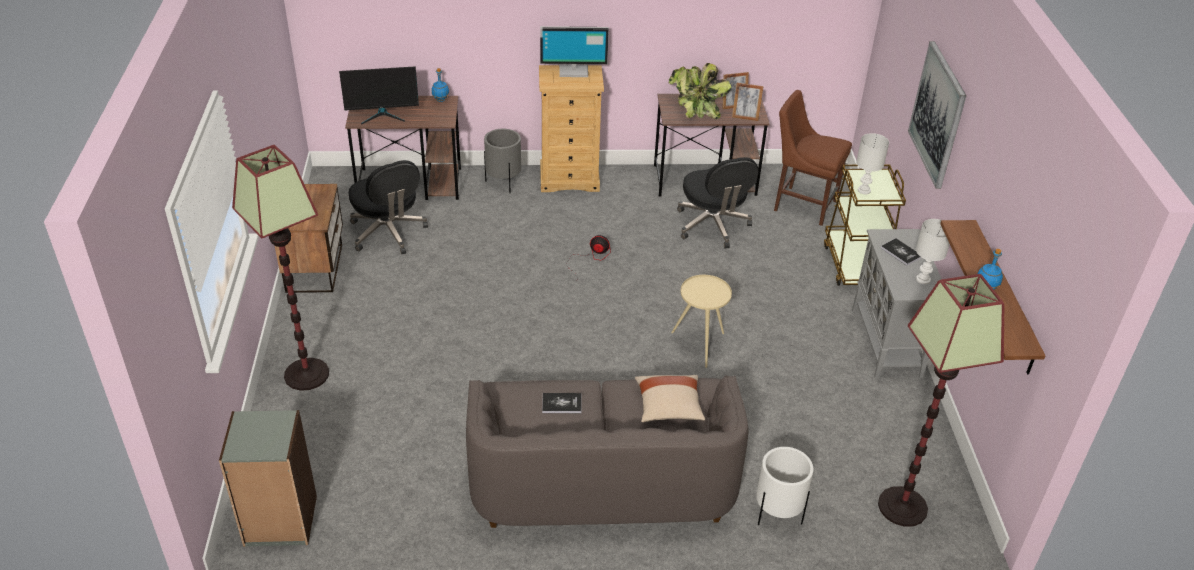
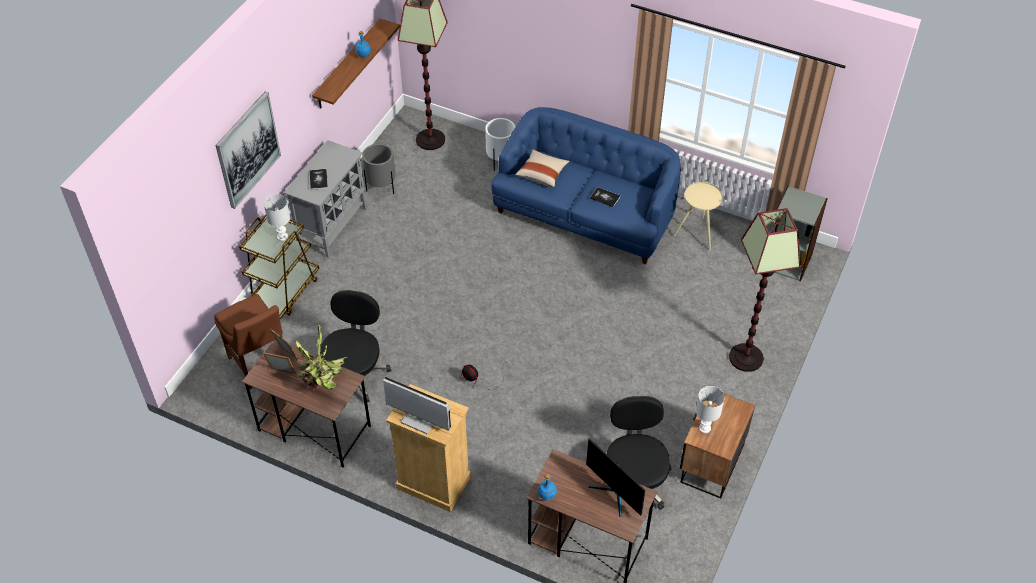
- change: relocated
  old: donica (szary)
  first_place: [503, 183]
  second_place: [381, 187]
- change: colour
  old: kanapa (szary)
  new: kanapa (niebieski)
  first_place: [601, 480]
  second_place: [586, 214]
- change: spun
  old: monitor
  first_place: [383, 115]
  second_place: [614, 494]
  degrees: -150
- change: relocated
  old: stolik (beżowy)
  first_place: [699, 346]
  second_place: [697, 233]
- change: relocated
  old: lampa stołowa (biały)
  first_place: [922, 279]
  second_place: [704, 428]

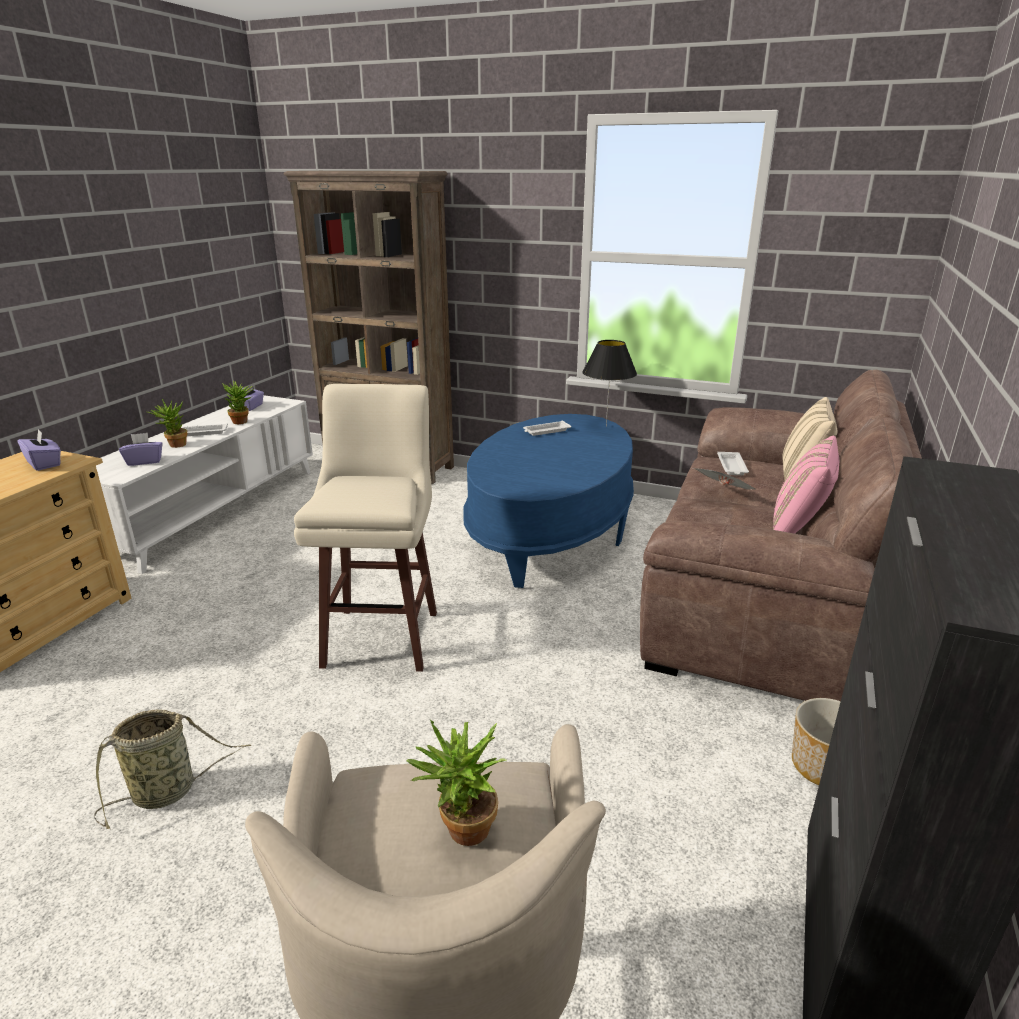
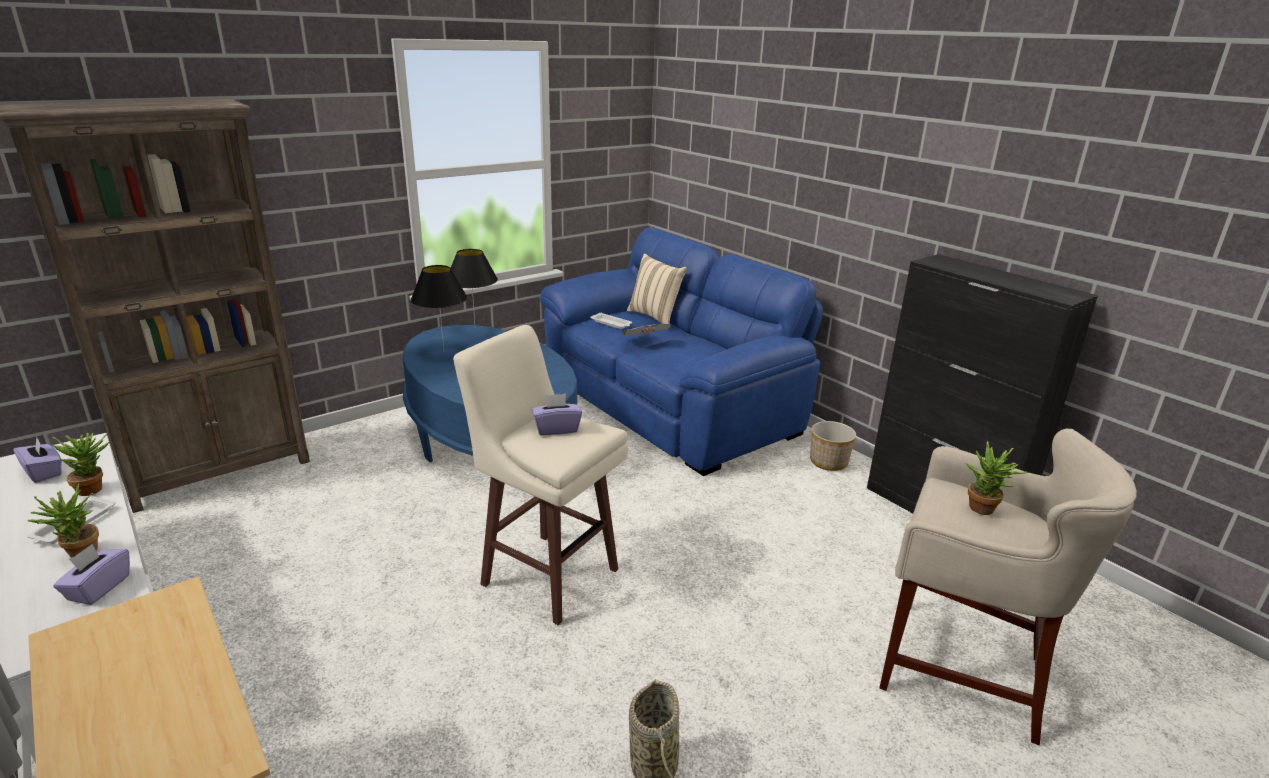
- change: exchanged
  old: taca (biały)
  new: lampa stołowa (czarny)
  first_place: [546, 431]
  second_place: [444, 351]
- change: relocated
  old: pudełko chusteczek (fioletowy)
  first_place: [44, 463]
  second_place: [556, 429]
- change: colour
  old: kanapa (brązowy)
  new: kanapa (niebieski)
  first_place: [765, 594]
  second_place: [671, 403]
- change: missing
  old: poduszka (różowy)
  first_place: [797, 532]

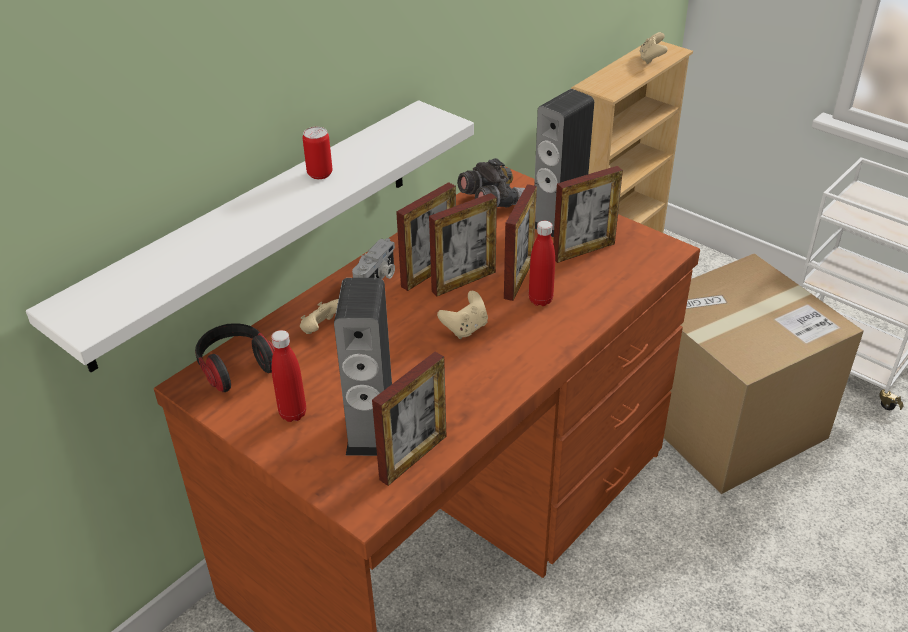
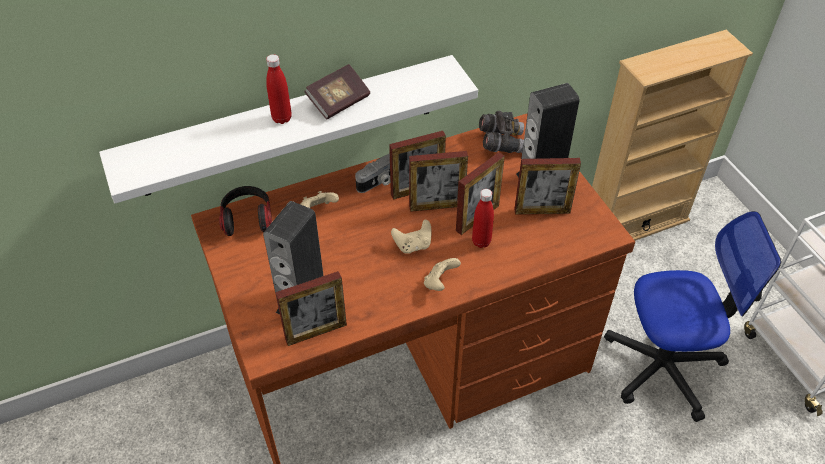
- change: relocated
  old: butelka (czerwony)
  first_place: [293, 414]
  second_place: [282, 118]
- change: exchanged
  old: puszka
  new: książka
  first_place: [320, 174]
  second_place: [338, 102]
- change: relocated
  old: pad do gier (beżowy)
  first_place: [651, 59]
  second_place: [440, 282]
- change: exchanged
  old: karton
  new: krzesło biurowe
  first_place: [726, 420]
  second_place: [663, 366]

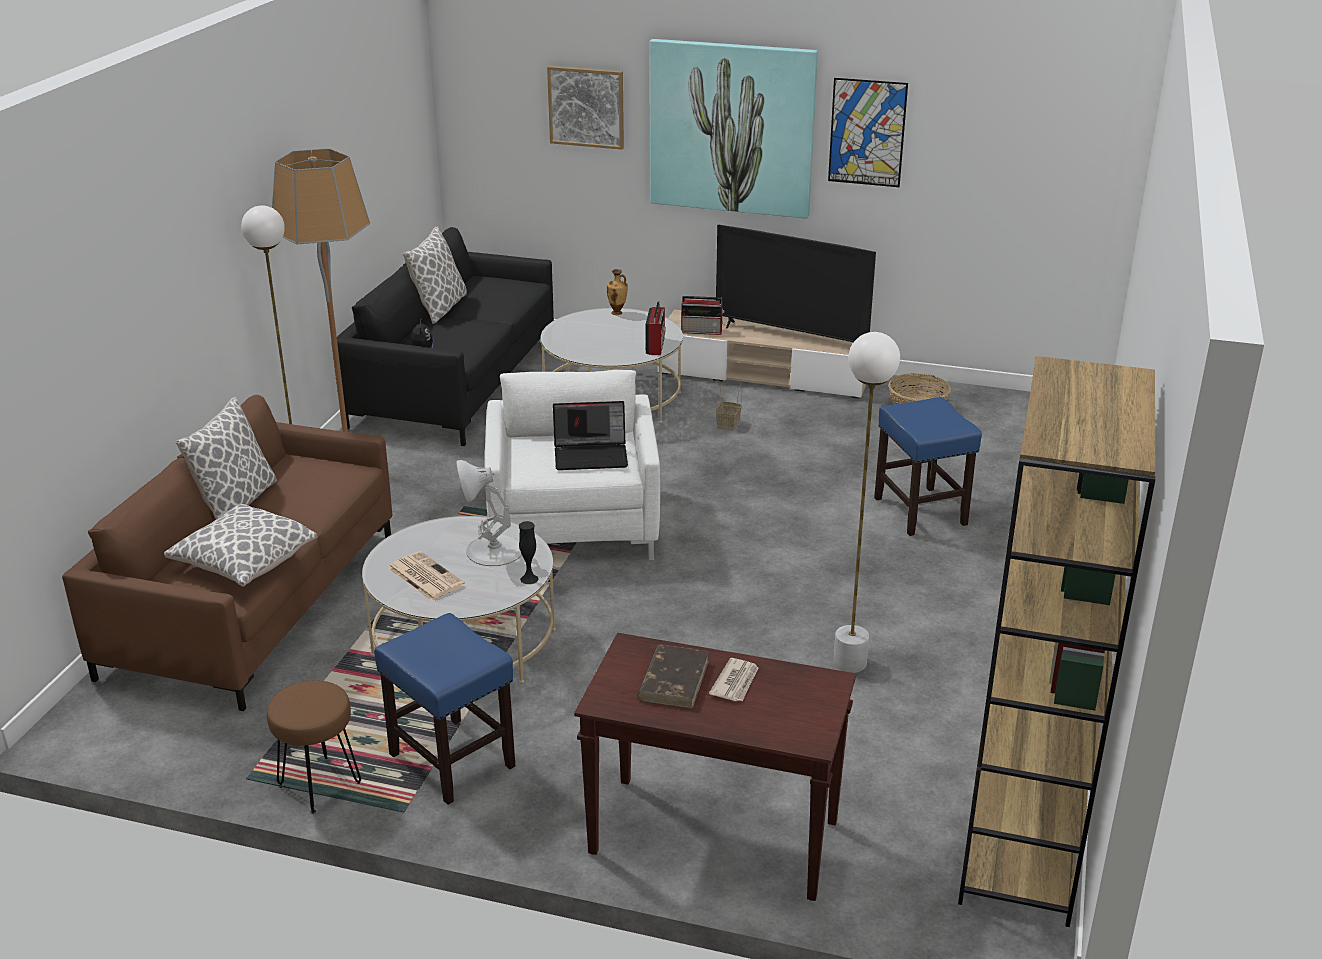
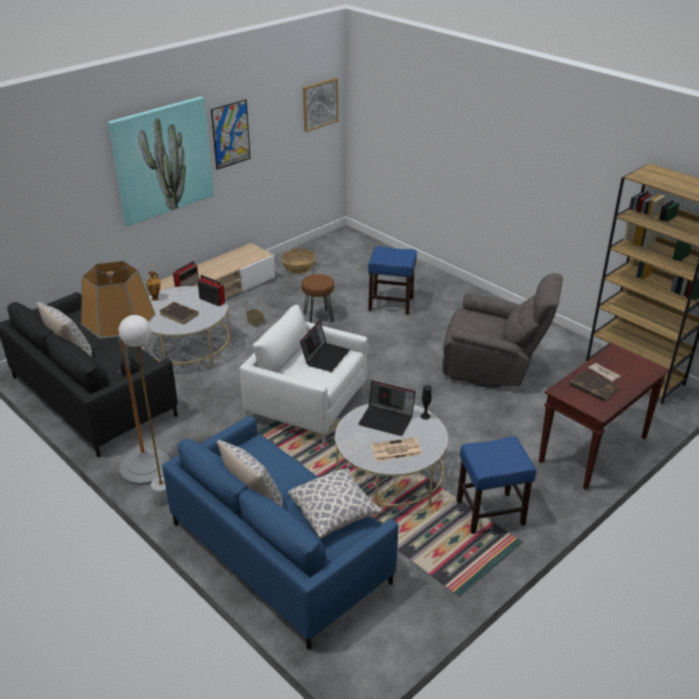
- change: appeared
  new: książka (brązowy)
  second_place: [179, 314]
- change: colour
  old: kanapa (brązowy)
  new: kanapa (niebieski)
  first_place: [254, 603]
  second_place: [279, 551]
- change: relocated
  old: stołek (brązowy)
  first_place: [318, 785]
  second_place: [318, 317]
- change: relocated
  old: obraz
  first_place: [586, 107]
  second_place: [320, 104]
- change: exchanged
  old: lampa stołowa (biały)
  new: laptop
  first_place: [493, 550]
  second_place: [387, 419]
- change: exchanged
  old: lampa stojąca (biały)
  new: fotel (szary)
  first_place: [849, 663]
  second_place: [494, 368]
- change: missing
  old: telewizor
  first_place: [791, 337]

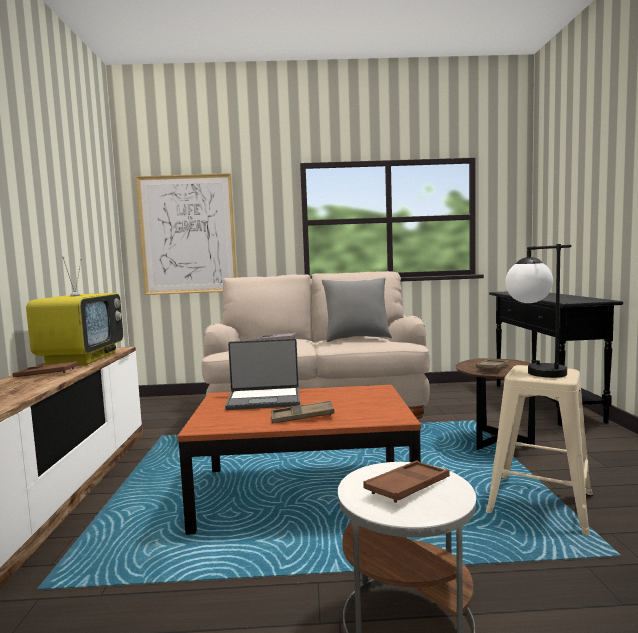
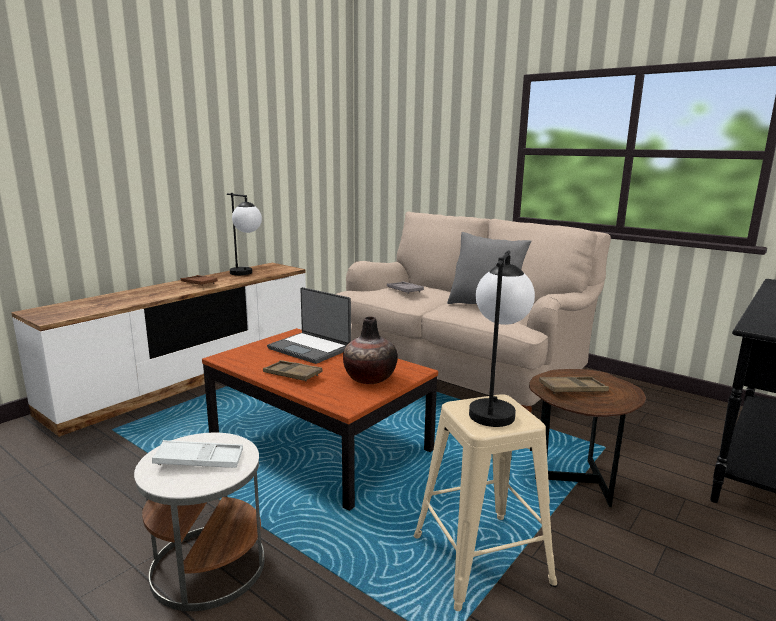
- change: colour
  old: taca (brązowy)
  new: taca (biały)
  first_place: [408, 487]
  second_place: [199, 460]
- change: exchanged
  old: telewizor
  new: lampa stołowa
  first_place: [82, 359]
  second_place: [246, 274]
- change: appeared
  new: wazon
  second_place: [369, 378]
- change: missing
  old: obraz
  first_place: [188, 235]

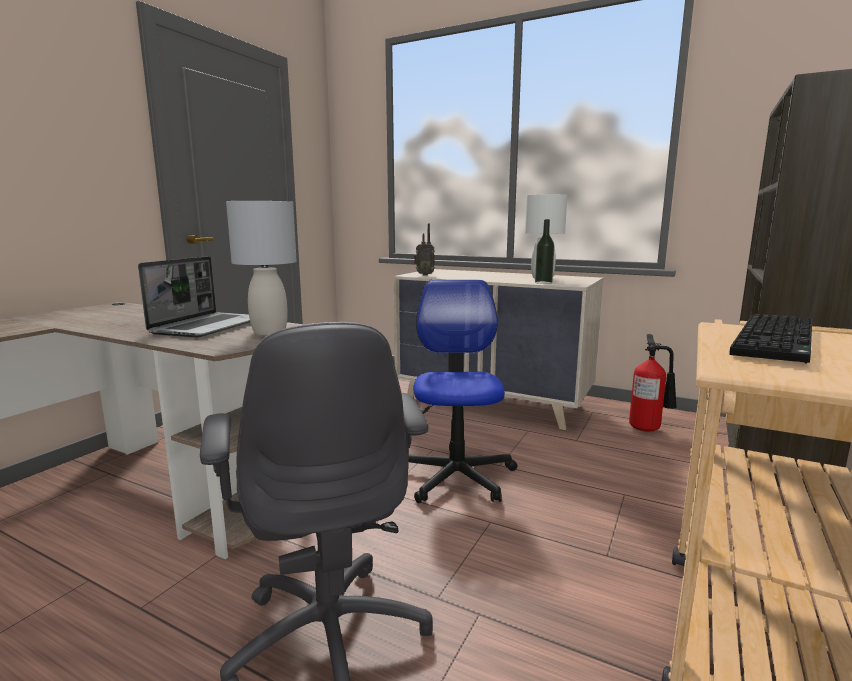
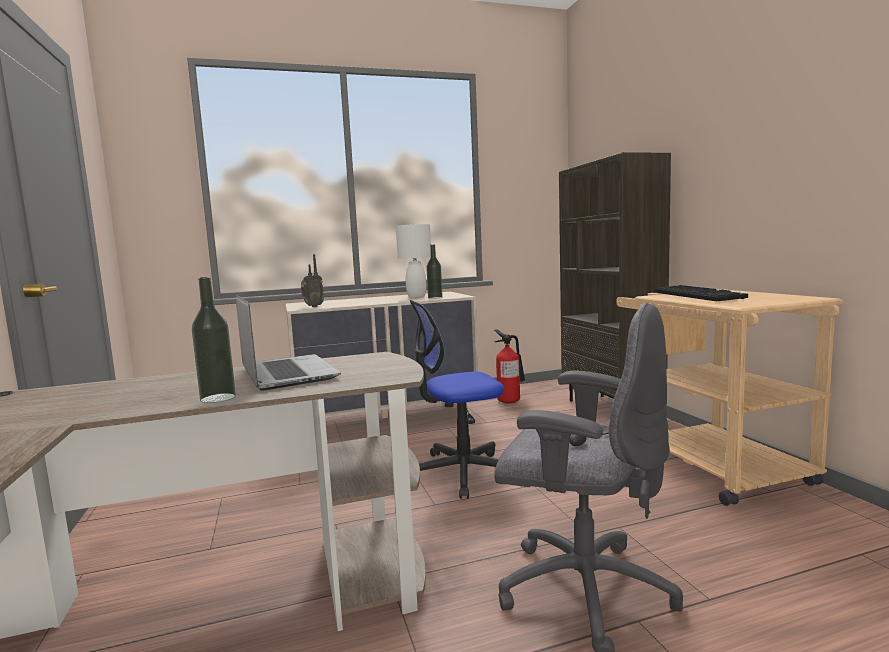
- change: appeared
  new: butelka
  second_place: [218, 398]
- change: spun
  old: krzesło biurowe
  first_place: [456, 476]
  second_place: [461, 472]
  degrees: -60
- change: missing
  old: lampa stołowa (szary)
  first_place: [269, 332]

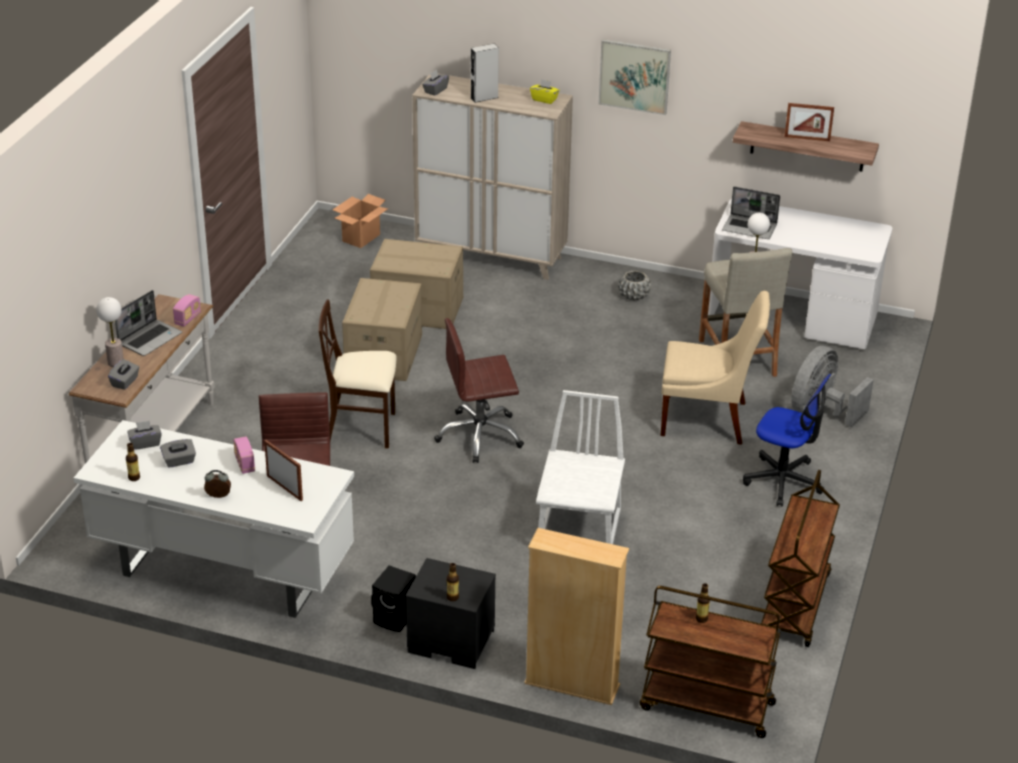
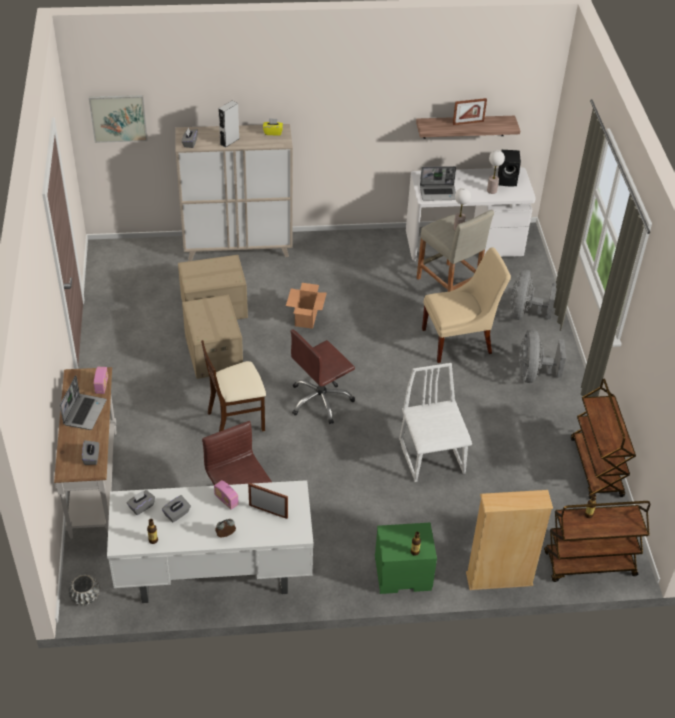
- change: relocated
  old: donica (szary)
  first_place: [633, 295]
  second_place: [85, 596]
- change: relocated
  old: obraz
  first_place: [634, 76]
  second_place: [118, 118]
- change: relocated
  old: karton
  first_place: [361, 238]
  second_place: [306, 319]
- change: colour
  old: szafka nocna (czarny)
  new: szafka nocna (zielony)
  first_place: [449, 642]
  second_place: [402, 575]
- change: relocated
  old: lampa stołowa
  first_place: [115, 362]
  second_place: [491, 190]
- change: relocated
  old: głośnik (czarny)
  first_place: [395, 618]
  second_place: [508, 180]
- change: exchanged
  old: krzesło biurowe
  new: wentylator (szary)
  first_place: [783, 480]
  second_place: [533, 374]

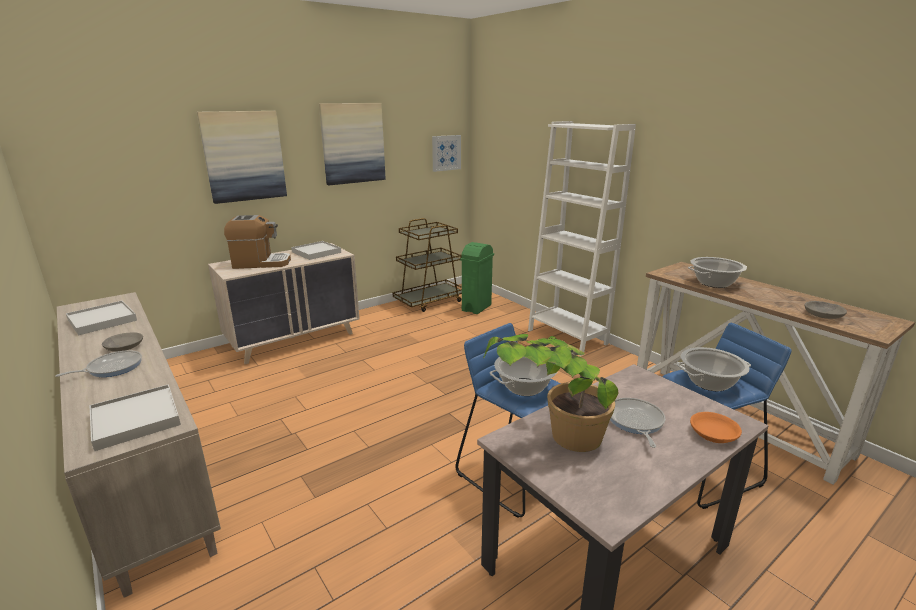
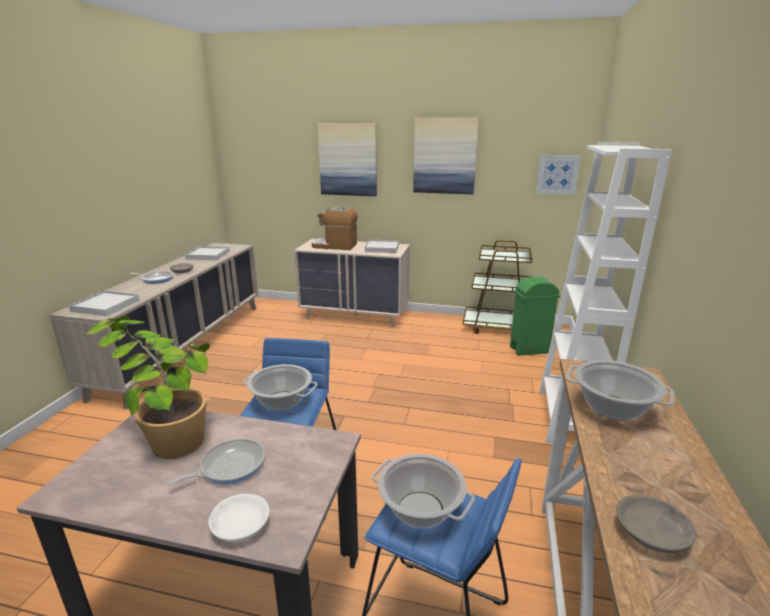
- change: colour
  old: miska (pomarańczowy)
  new: miska (biały)
  first_place: [712, 434]
  second_place: [240, 524]
- change: spun
  old: ekspres do kawy
  first_place: [261, 263]
  second_place: [335, 246]
  degrees: 150

